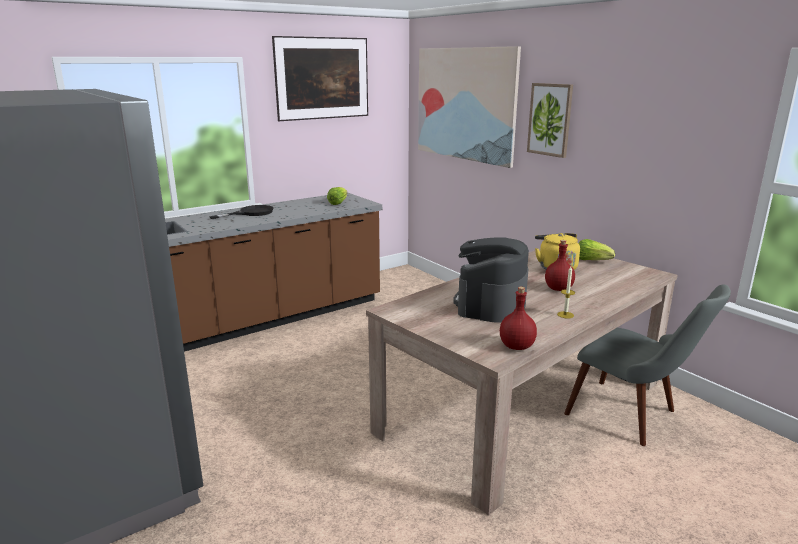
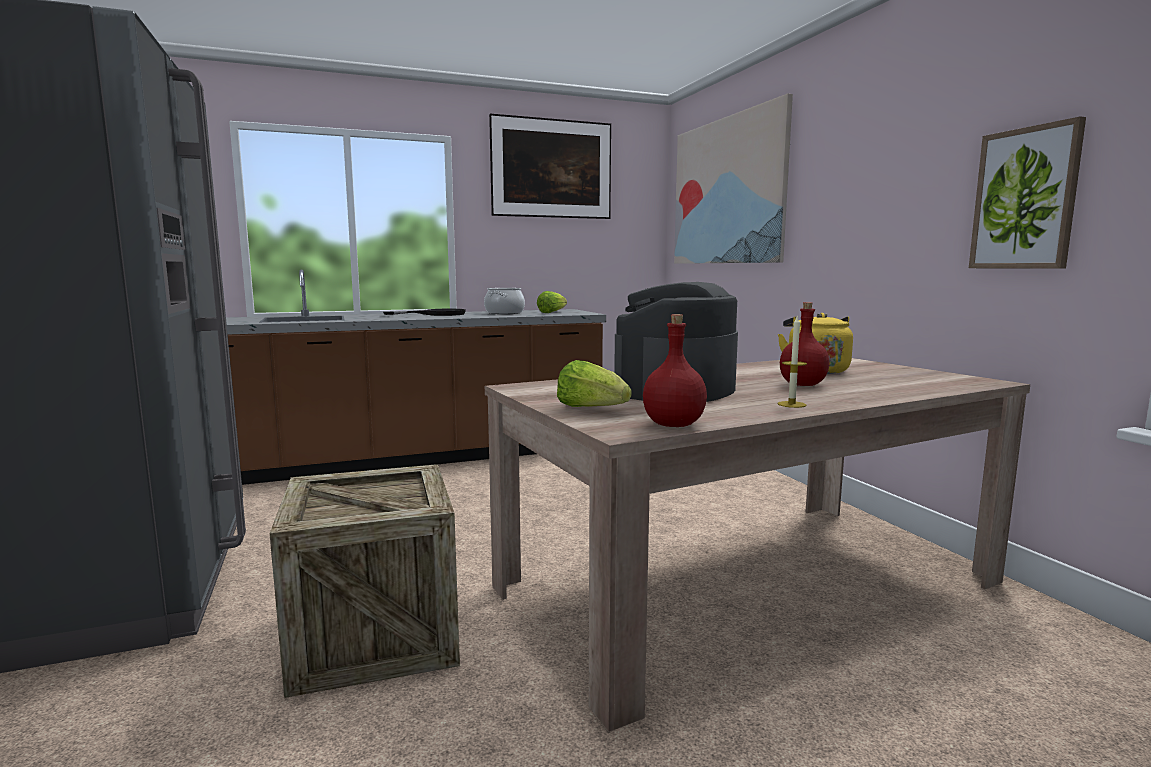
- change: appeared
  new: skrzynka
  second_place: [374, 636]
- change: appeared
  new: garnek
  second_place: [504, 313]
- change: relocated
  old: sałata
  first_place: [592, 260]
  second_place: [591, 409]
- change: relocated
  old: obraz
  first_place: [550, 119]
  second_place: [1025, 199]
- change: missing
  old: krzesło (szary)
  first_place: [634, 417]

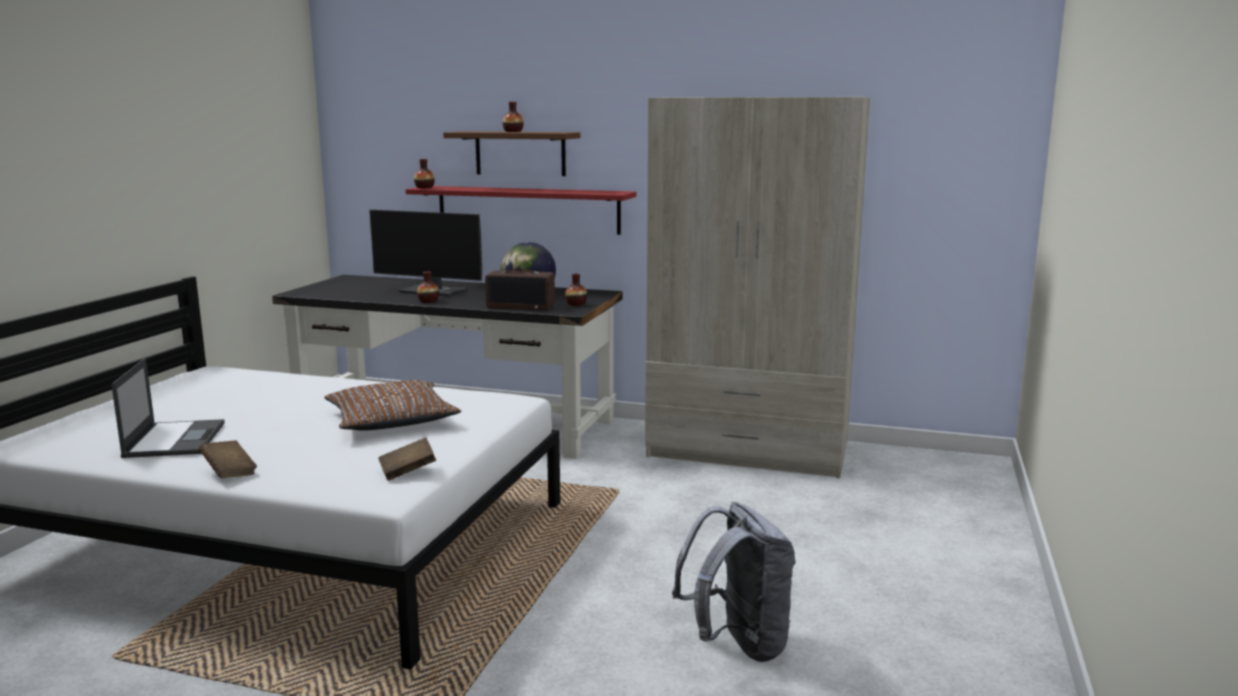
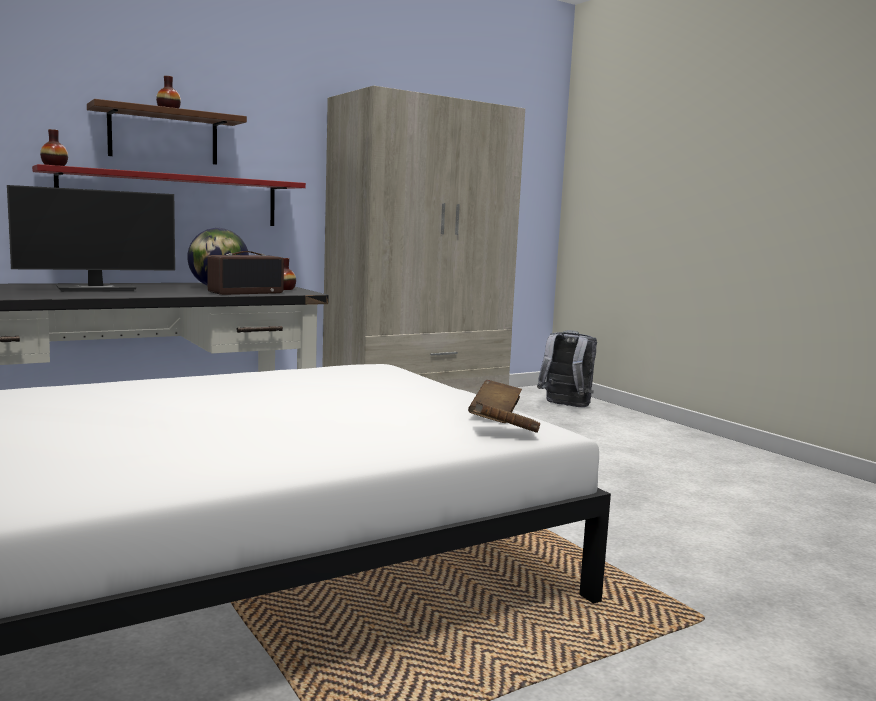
- change: relocated
  old: książka (brązowy)
  first_place: [229, 472]
  second_place: [505, 433]
- change: relocated
  old: plecak (szary)
  first_place: [737, 644]
  second_place: [565, 406]
- change: missing
  old: laptop
  first_place: [175, 439]
- change: missing
  old: poduszka (brązowy)
  first_place: [391, 420]
- change: missing
  old: wazon
  first_place: [428, 301]

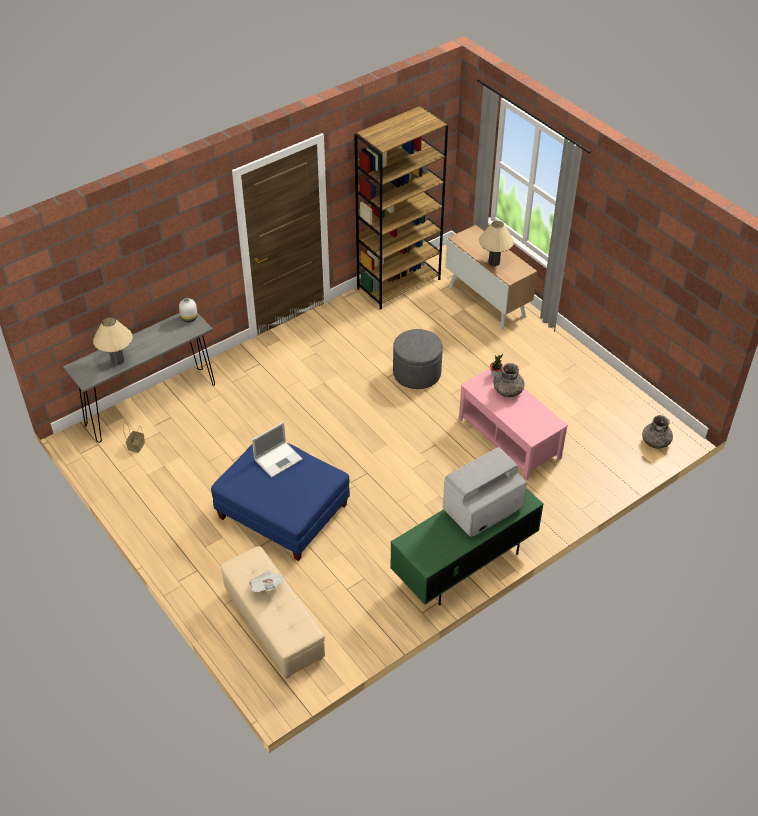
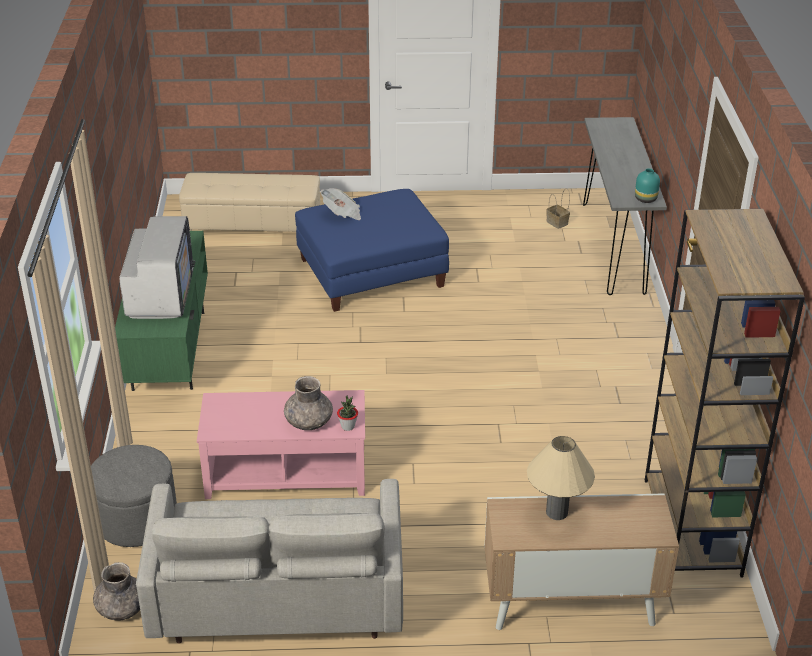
- change: relocated
  old: pufa (szary)
  first_place: [417, 373]
  second_place: [137, 520]
- change: appeared
  new: kanapa (szary)
  second_place: [277, 600]
- change: relocated
  old: gazeta
  first_place: [267, 586]
  second_place: [342, 214]
- change: colour
  old: wazon (biały)
  new: wazon (turkusowy)
  first_place: [189, 318]
  second_place: [645, 199]
- change: missing
  old: lampa stołowa (beżowy)
  first_place: [117, 360]
- change: missing
  old: laptop
  first_place: [279, 459]

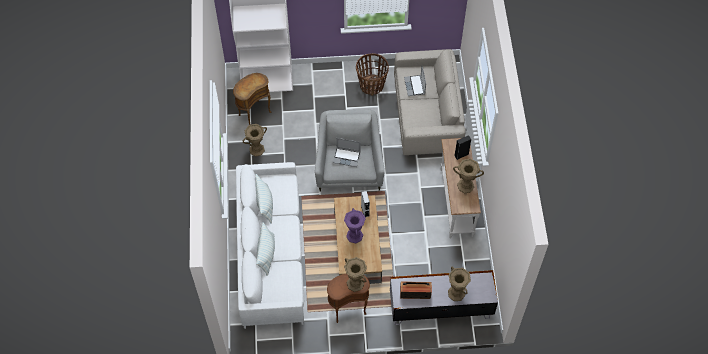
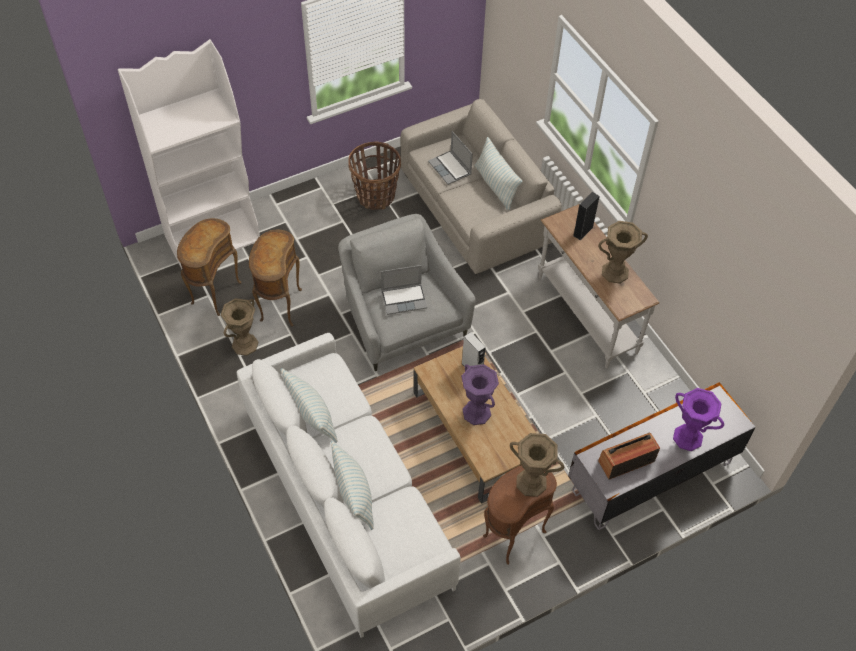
- change: appeared
  new: stolik (brązowy)
  second_place: [279, 305]
- change: appeared
  new: poduszka
  second_place: [495, 186]
- change: colour
  old: wazon (brązowy)
  new: wazon (fioletowy)
  first_place: [456, 293]
  second_place: [687, 437]

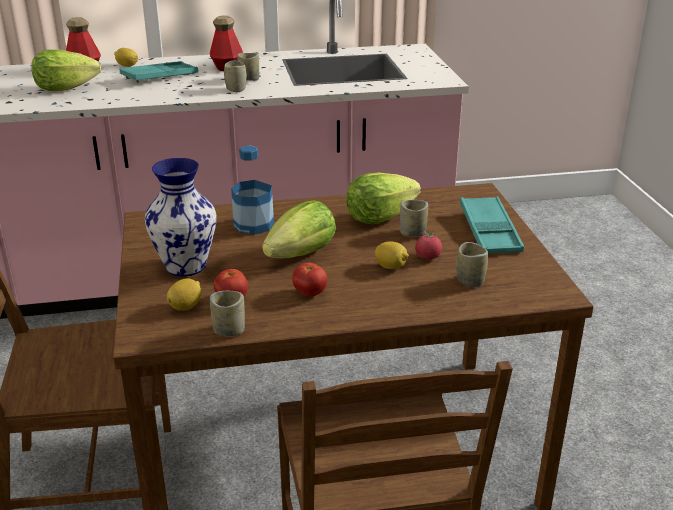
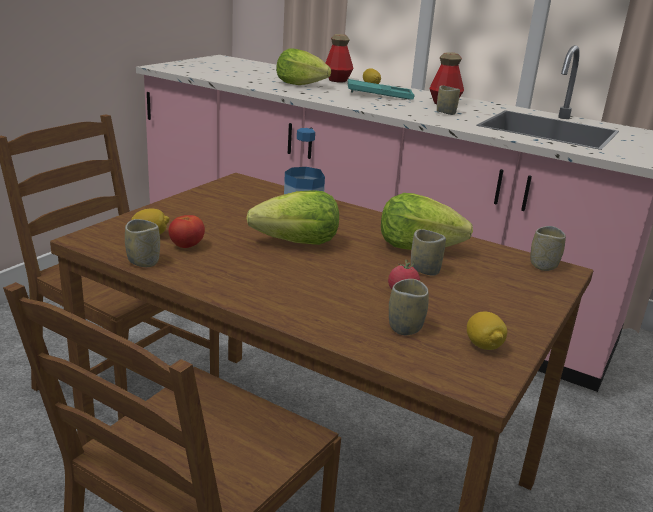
- change: relocated
  old: cytryna
  first_place: [391, 266]
  second_place: [483, 345]
- change: relocated
  old: filiżanka
  first_place: [236, 89]
  second_place: [543, 265]
- change: missing
  old: wazon
  first_place: [187, 266]
- change: missing
  old: pomidor
  first_place: [310, 293]
- change: missing
  old: taca (turkusowy)
  first_place: [489, 231]

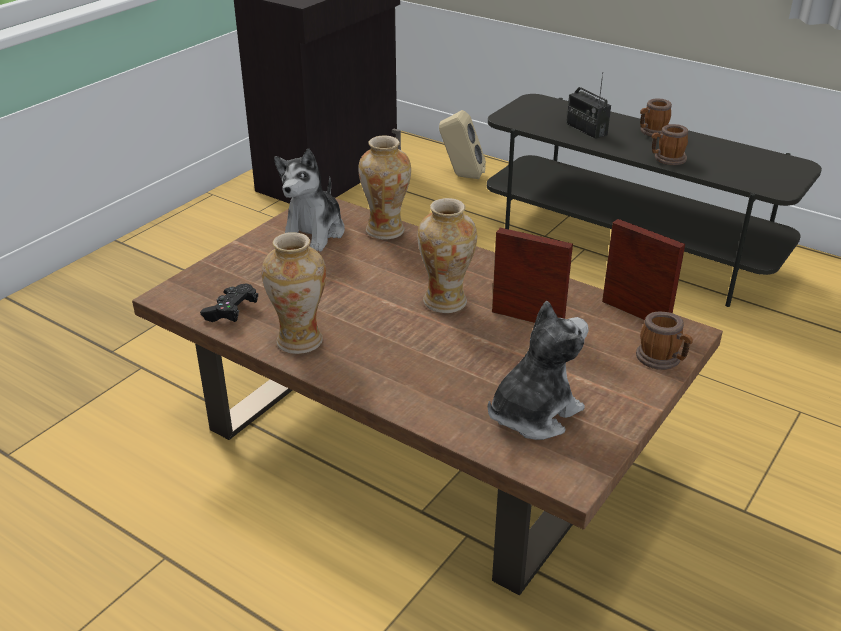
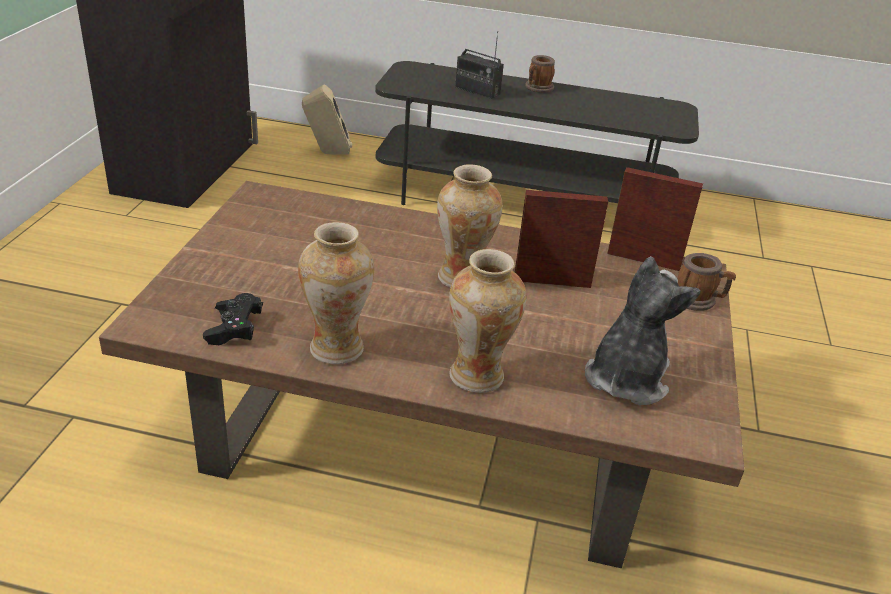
- change: relocated
  old: wazon
  first_place: [385, 230]
  second_place: [477, 376]
- change: missing
  old: pluszak
  first_place: [314, 233]
- change: missing
  old: kubek
  first_place: [666, 159]

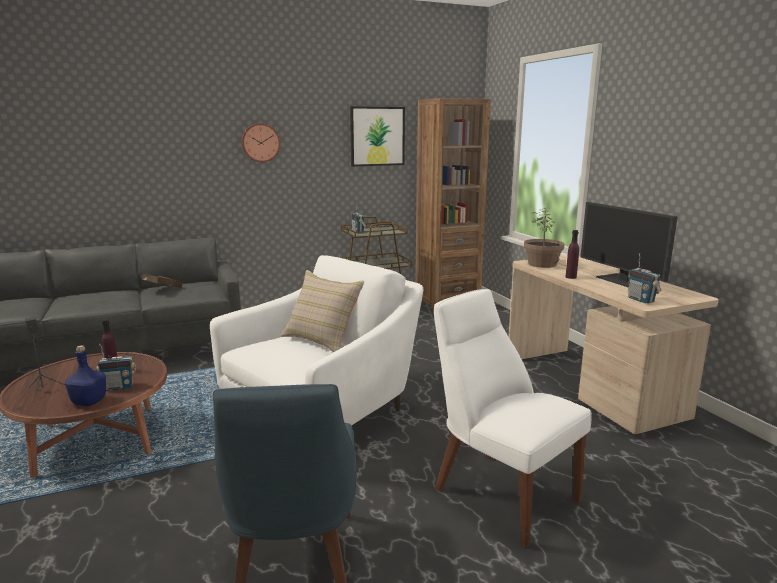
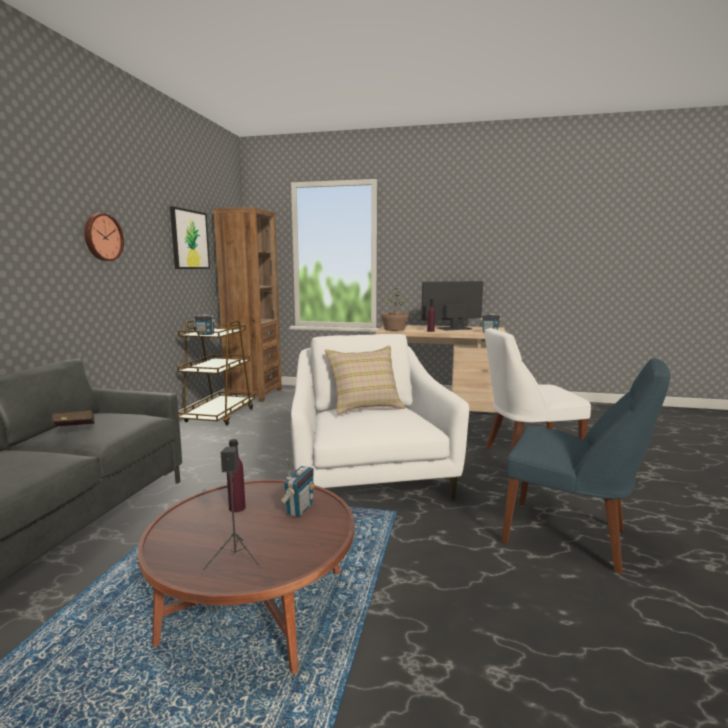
- change: spun
  old: monitor
  first_place: [624, 281]
  second_place: [453, 328]
  degrees: 150
- change: missing
  old: butelka (niebieski)
  first_place: [89, 402]

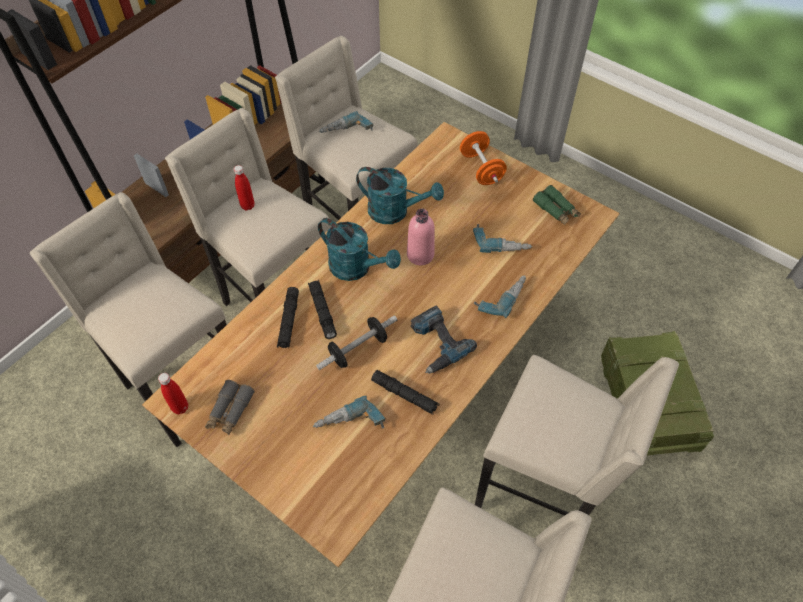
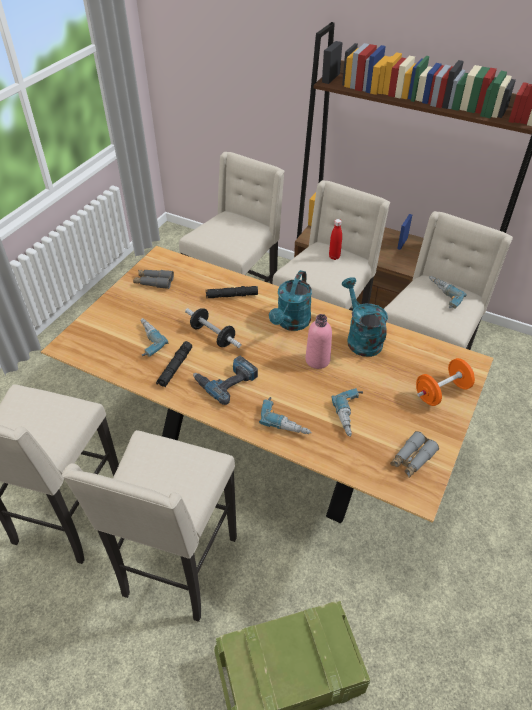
- change: spun
  old: konewka (turkusowy)
  first_place: [395, 211]
  second_place: [361, 338]
  degrees: 150
- change: colour
  old: lornetka (zielony)
  new: lornetka (szary)
  first_place: [556, 210]
  second_place: [412, 459]
- change: missing
  old: butelka (czerwony)
  first_place: [180, 407]
- change: missing
  old: latarka (czarny)
  first_place: [322, 312]

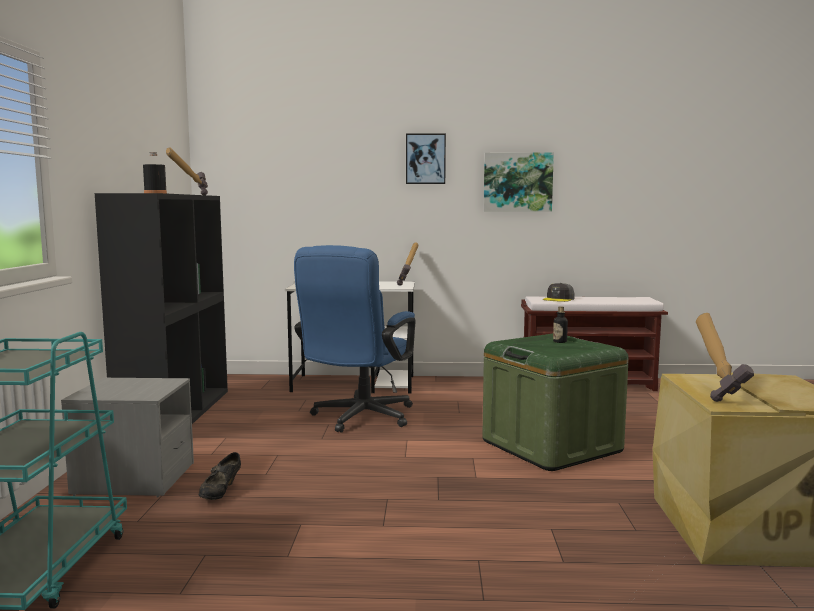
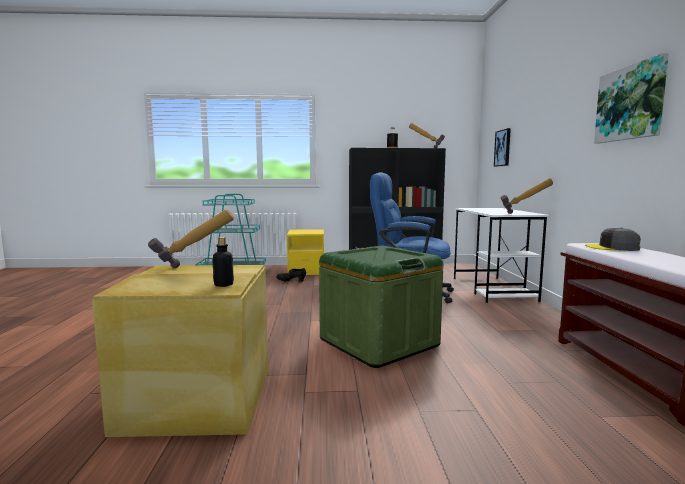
- change: relocated
  old: butelka
  first_place: [560, 341]
  second_place: [223, 285]
- change: colour
  old: szafka nocna (szary)
  new: szafka nocna (żółty)
  first_place: [134, 479]
  second_place: [306, 271]
- change: relocated
  old: obraz
  first_place: [425, 159]
  second_place: [503, 148]

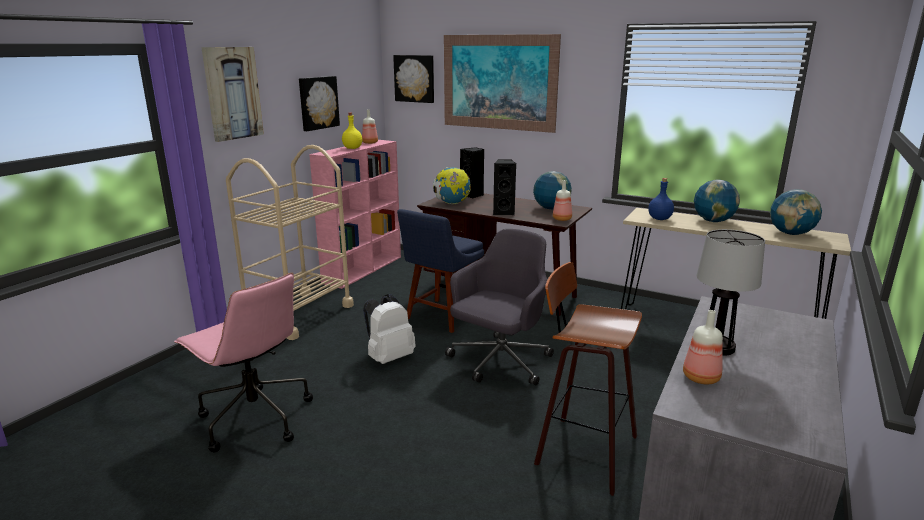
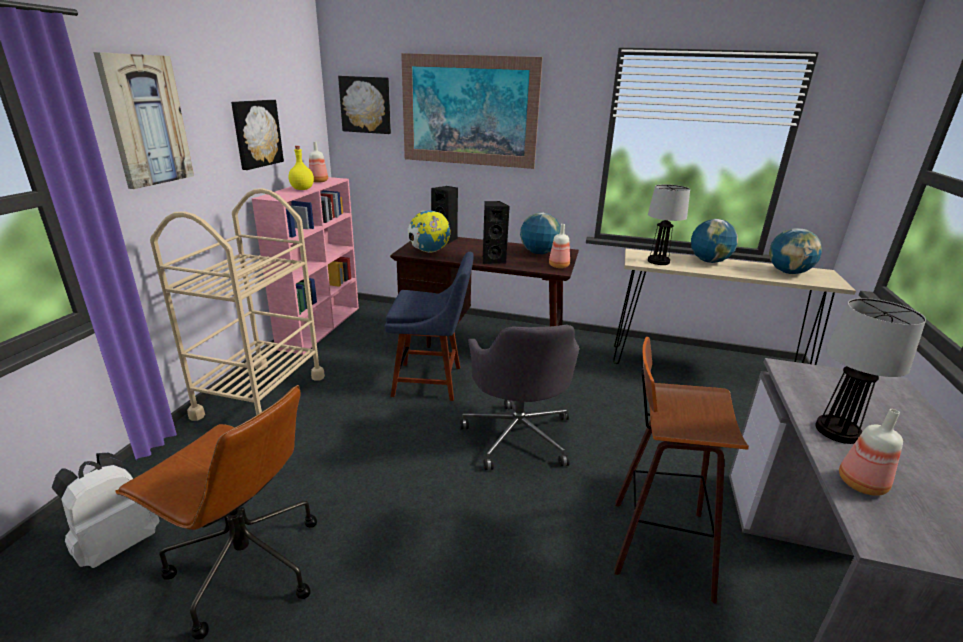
- change: relocated
  old: plecak (biały)
  first_place: [389, 357]
  second_place: [117, 543]
- change: colour
  old: krzesło biurowe (różowy)
  new: krzesło biurowe (brązowy)
  first_place: [254, 418]
  second_place: [244, 566]
- change: spun
  old: krzesło (niebieski)
  first_place: [441, 317]
  second_place: [431, 381]
  degrees: -105
- change: spun
  old: krzesło biurowe (szary)
  first_place: [499, 362]
  second_place: [518, 434]
  degrees: 150
- change: exchanged
  old: butelka (niebieski)
  new: lampa stołowa
  first_place: [660, 219]
  second_place: [659, 261]

